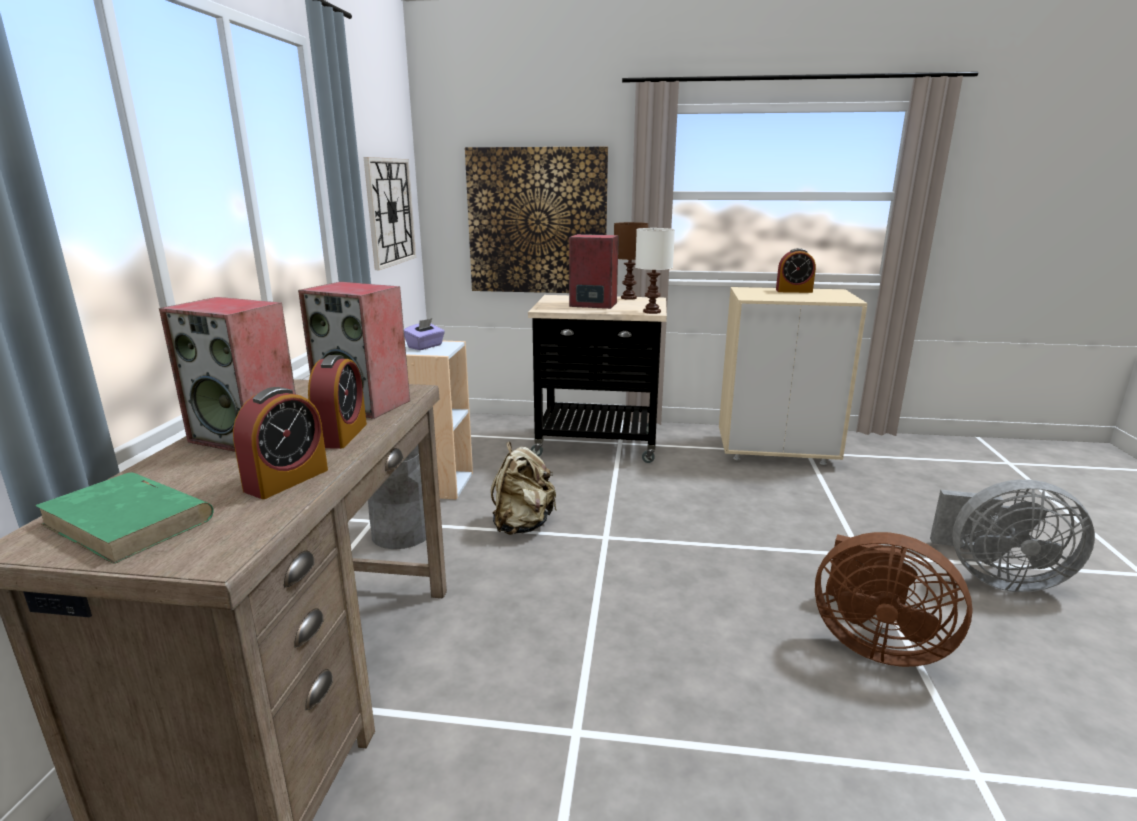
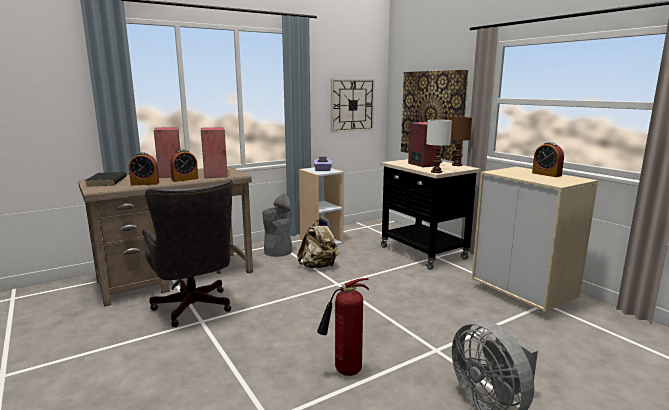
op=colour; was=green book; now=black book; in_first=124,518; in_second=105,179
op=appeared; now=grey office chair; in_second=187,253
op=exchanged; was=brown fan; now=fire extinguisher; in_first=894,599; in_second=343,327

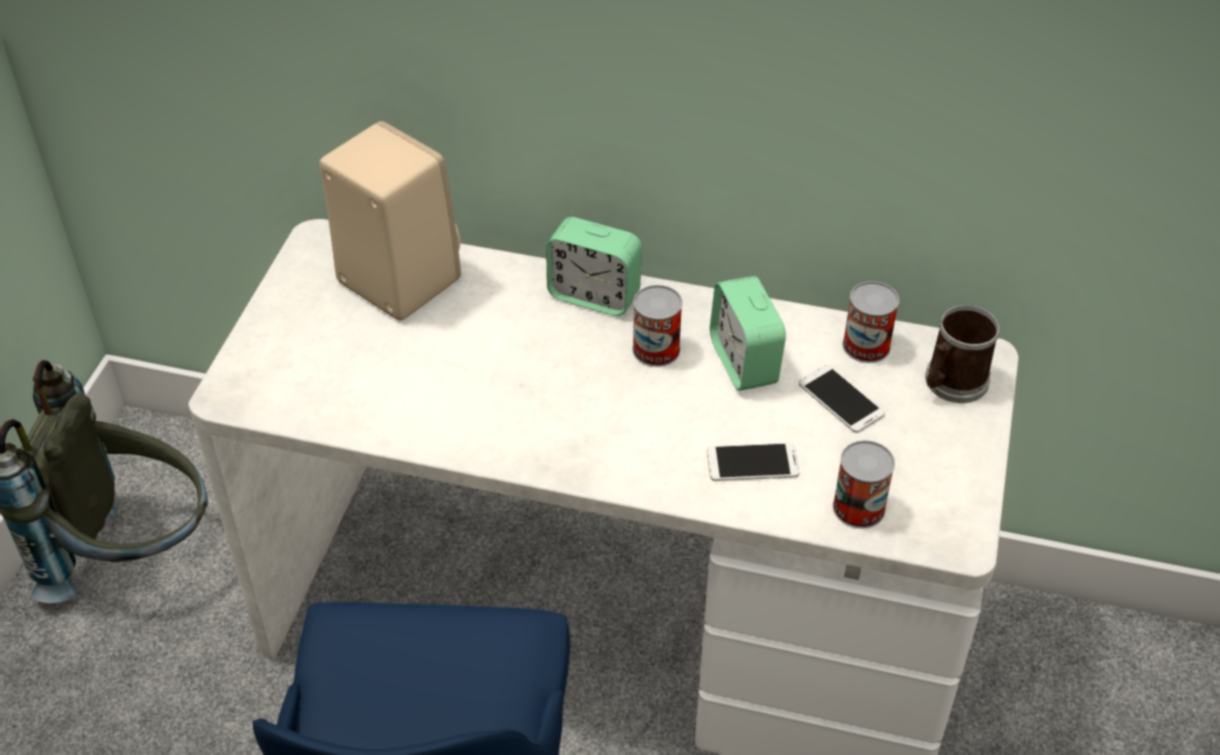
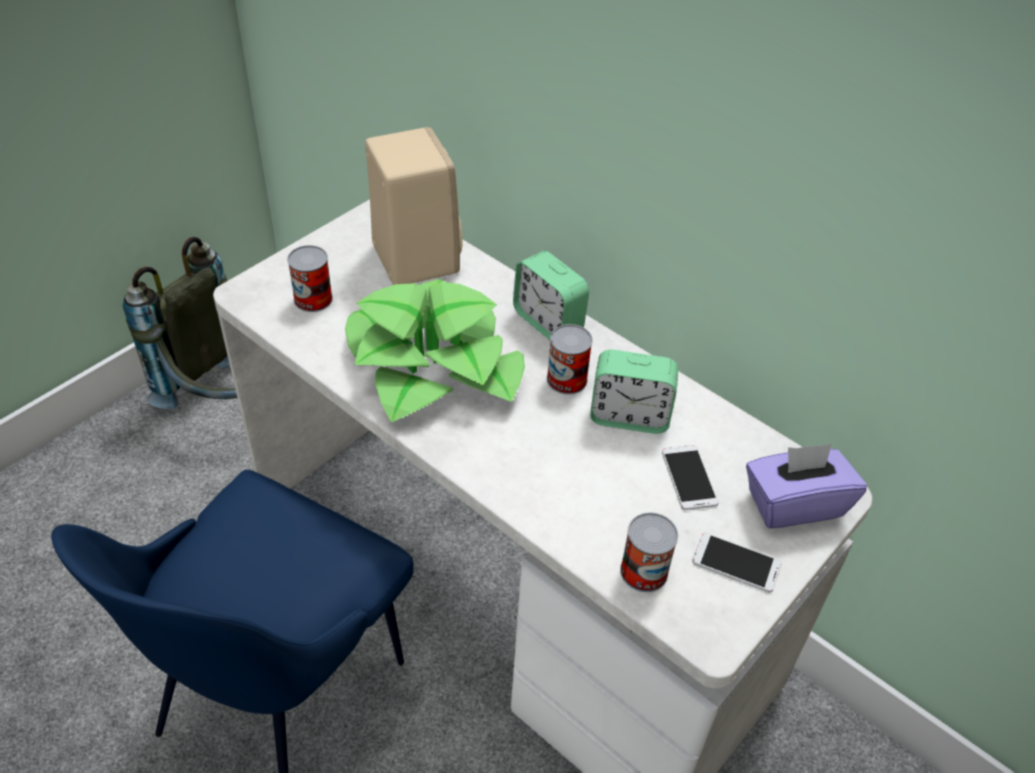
op=relocated; was=can; in_first=871,322; in_second=310,278
op=appeared; now=potted plant; in_second=435,351
op=spun; was=alarm clock; in_first=748,333; in_second=634,391; clockwise=-90
op=relocated; was=phone; in_first=753,462; in_second=736,562
op=exchanged; was=mug; now=purple tissue box; in_first=962,354; in_second=806,486

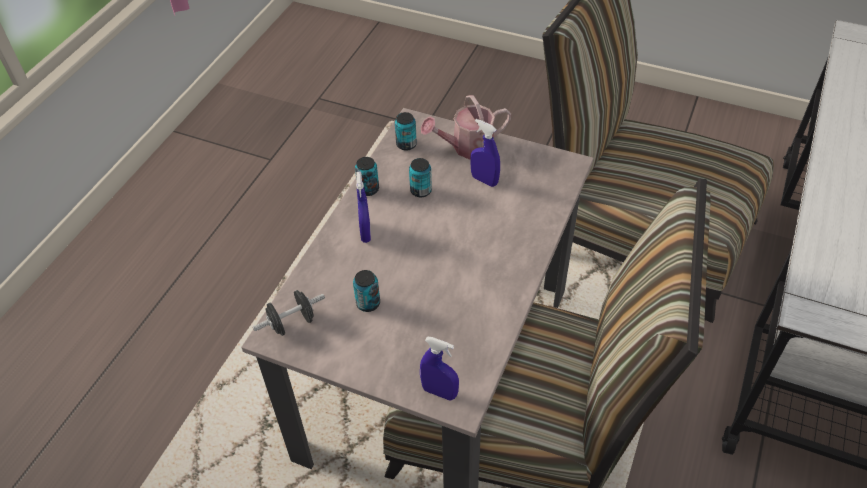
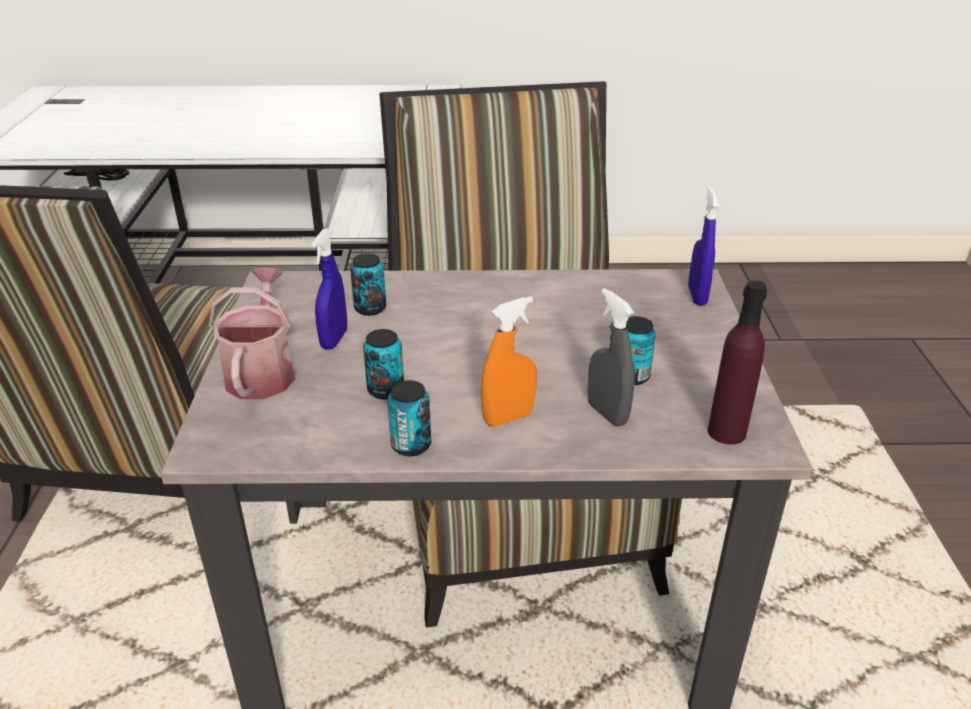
op=spun; was=watering can; in_first=466,127; in_second=252,333; clockwise=-135
op=relocated; was=can; in_first=406,131; in_second=368,285
op=colour; was=blue spray bottle; now=orange spray bottle; in_first=363,207; in_second=509,361
op=appeared; now=grey spray bottle; in_second=611,357
op=exchanged; was=black dumbbell; now=purple bottle; in_first=289,313; in_second=737,362

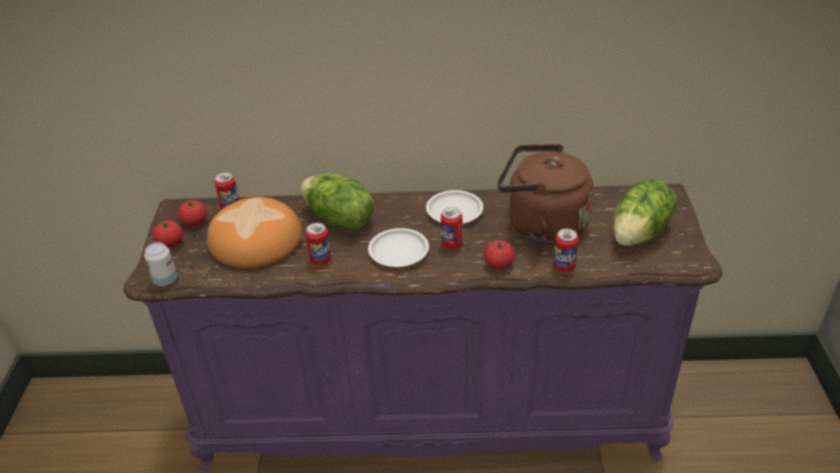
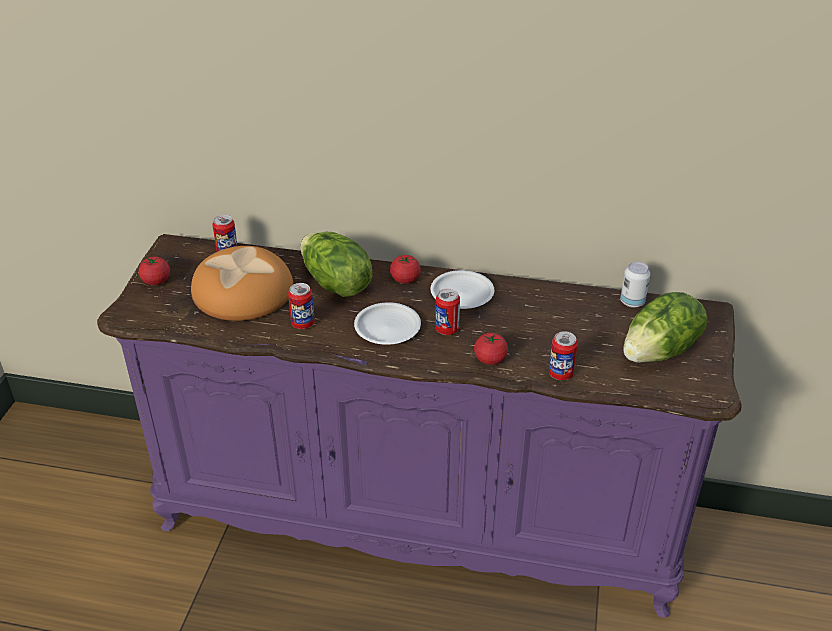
op=relocated; was=tomato; in_first=192,213; in_second=405,269
op=relocated; was=can; in_first=160,264; in_second=635,285
op=missing; was=brown kettle; in_first=545,194

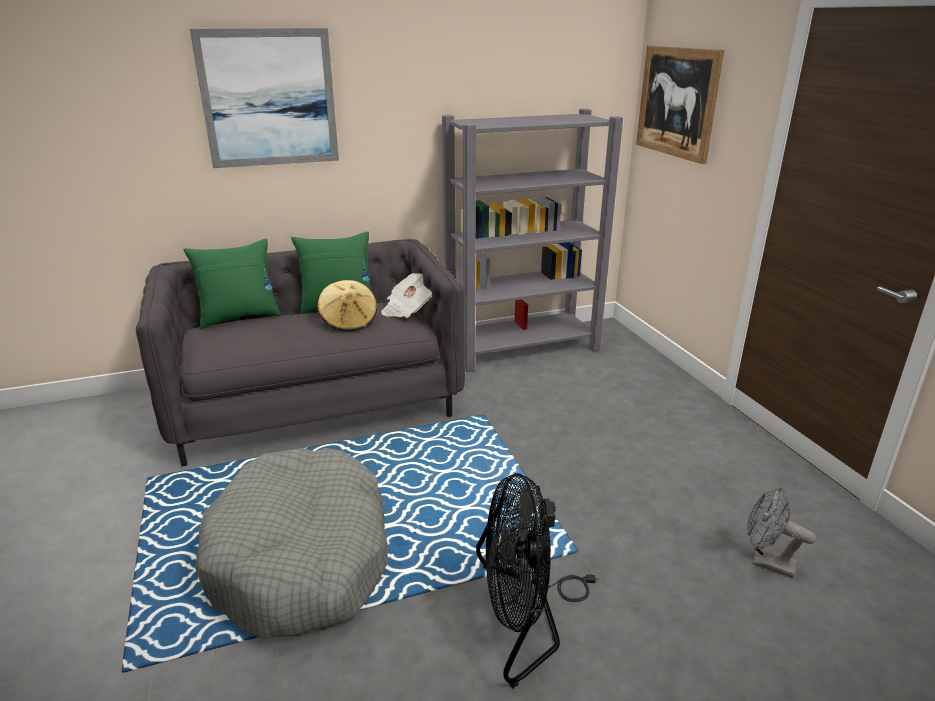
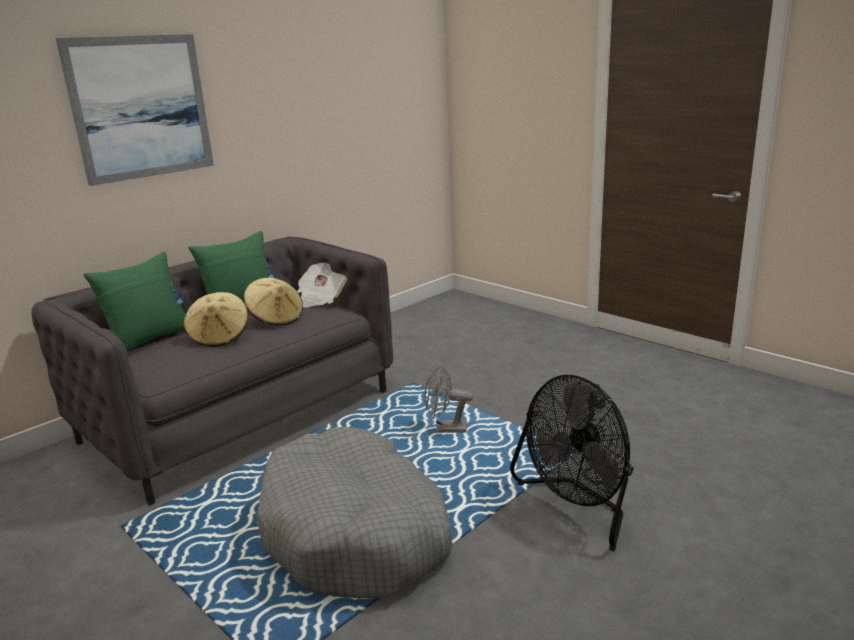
op=appeared; now=beige hat; in_second=215,319
op=relocated; was=grey fan; in_first=781,532; in_second=448,399
op=missing; was=grey bookcase; in_first=532,240
op=missing; was=picture; in_first=680,104

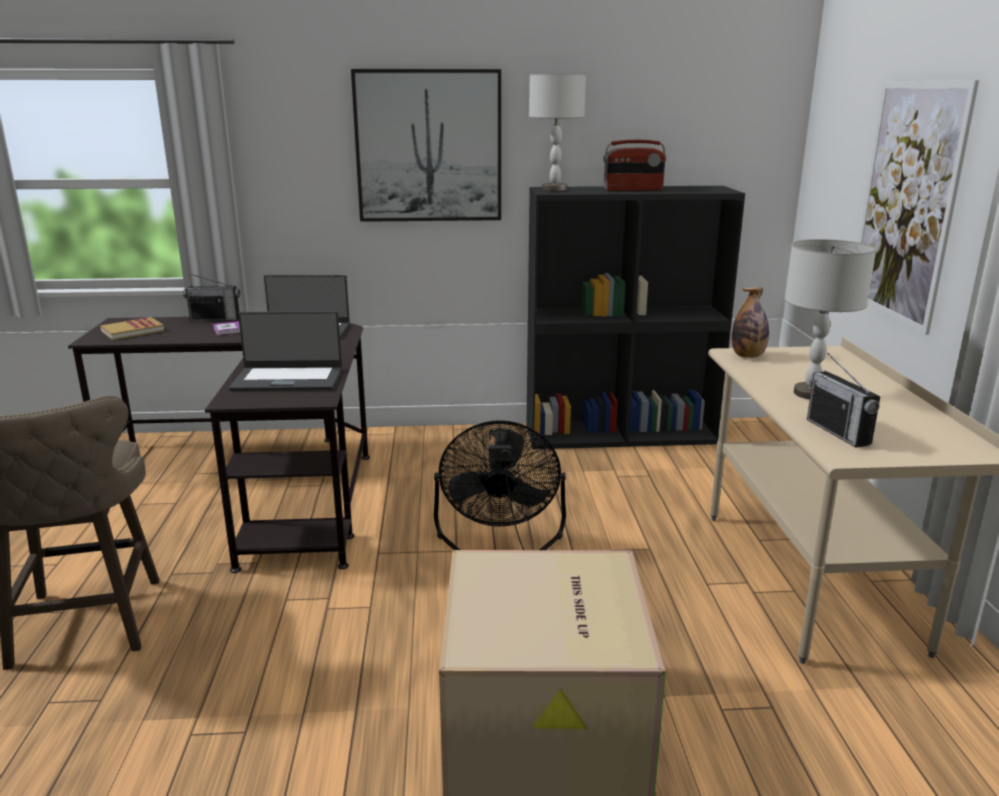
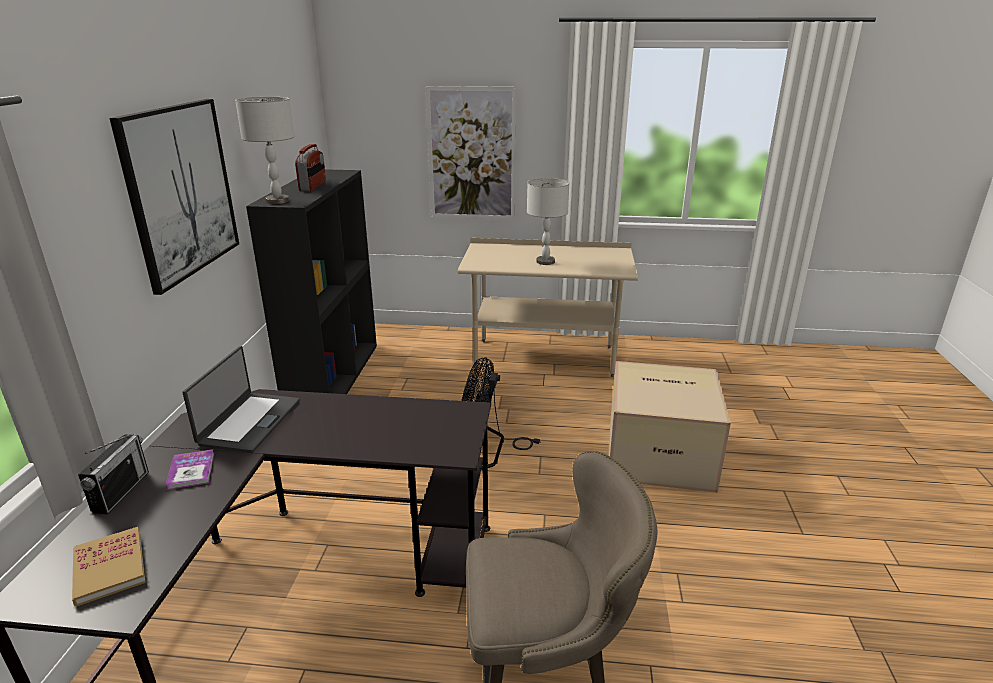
op=missing; was=laptop; in_first=285,351
op=missing; was=bottle; in_first=750,322
op=missing; was=radio; in_first=843,400

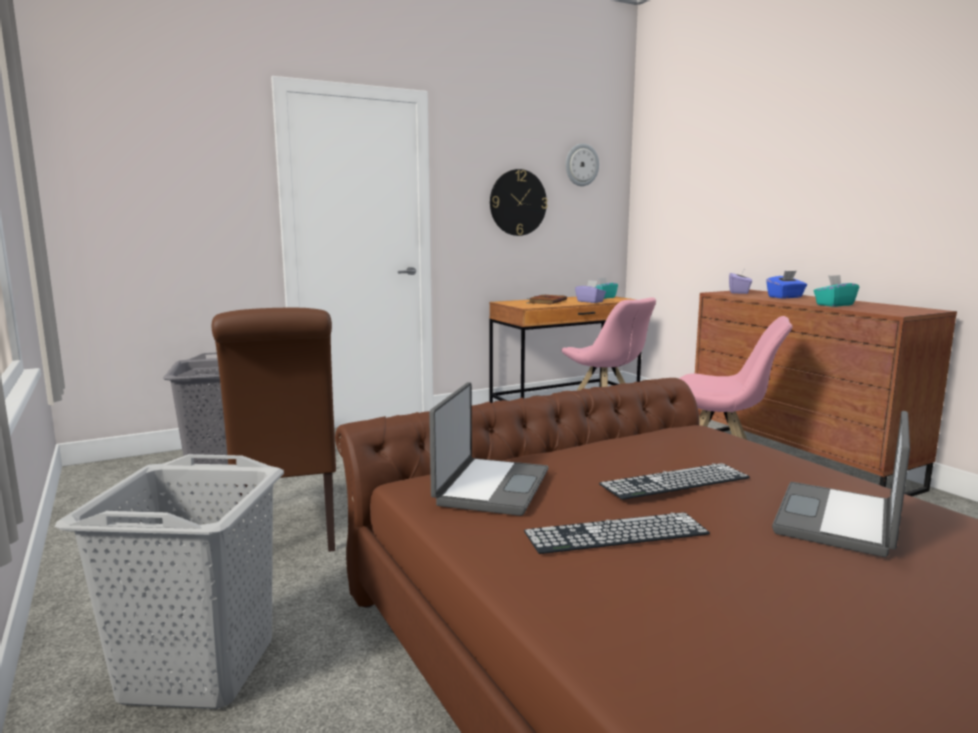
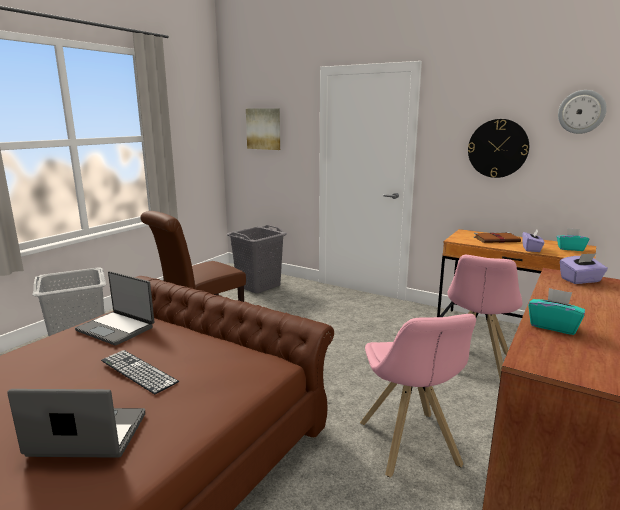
op=spun; was=laptop; in_first=489,449; in_second=114,308; clockwise=45
op=appeared; now=picture; in_second=263,129
op=missing; was=keyboard; in_first=617,533
op=missing; was=blue tissue box; in_first=786,285

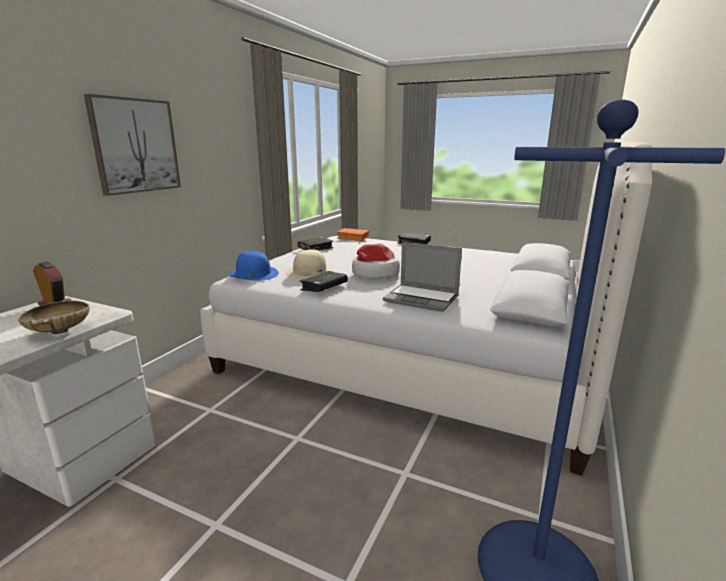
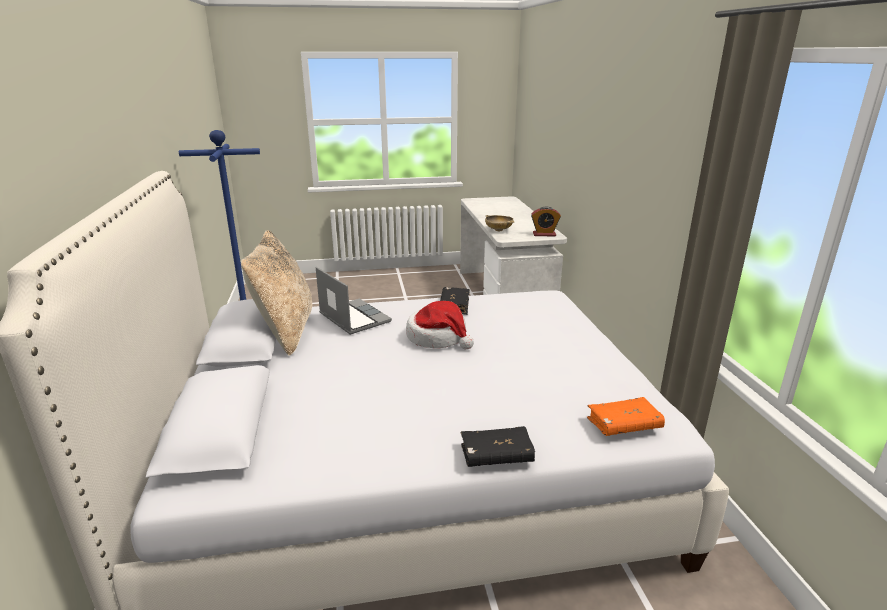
op=appeared; now=beige pillow; in_second=276,292
op=spun; was=laptop; in_first=422,277; in_second=354,301; clockwise=60
op=missing; was=picture; in_first=132,145
op=missing; was=blue hat; in_first=254,266
op=missing; was=beige hat; in_first=310,264
op=missing; was=black book; in_first=315,244

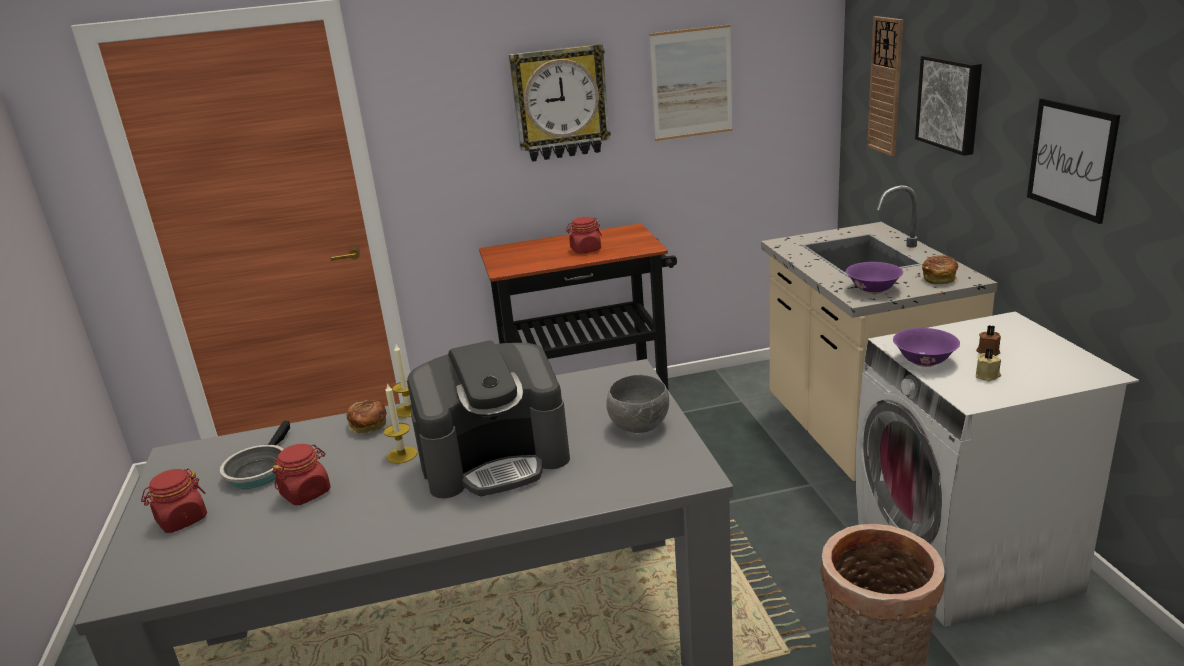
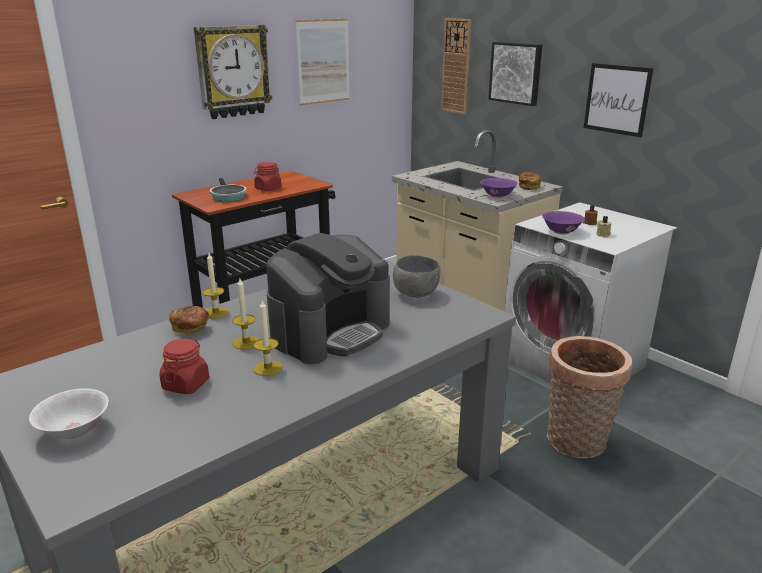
op=exchanged; was=red jar; now=white bowl; in_first=174,500; in_second=69,414
op=relocated; was=frying pan; in_first=255,455; in_second=228,190
op=appeared; now=candle; in_second=268,338

